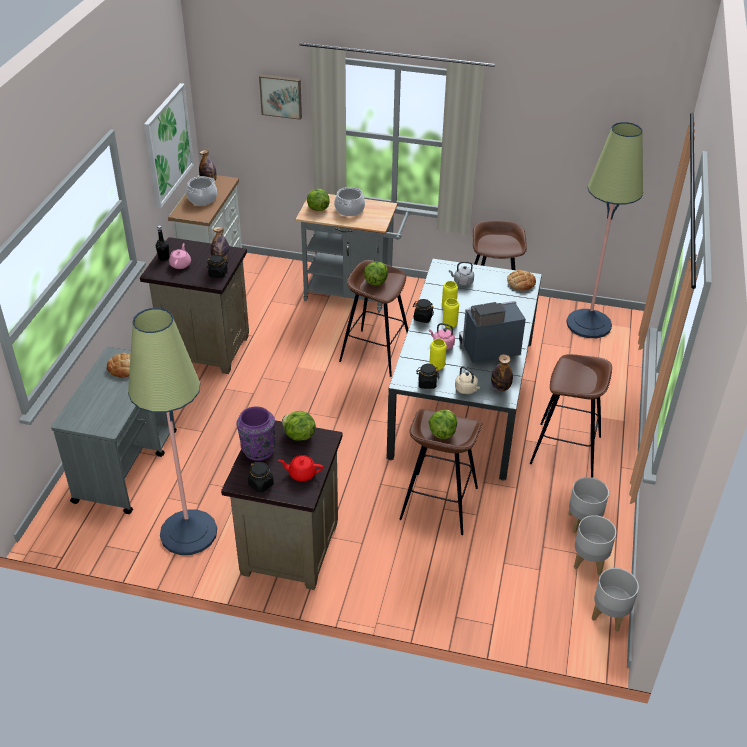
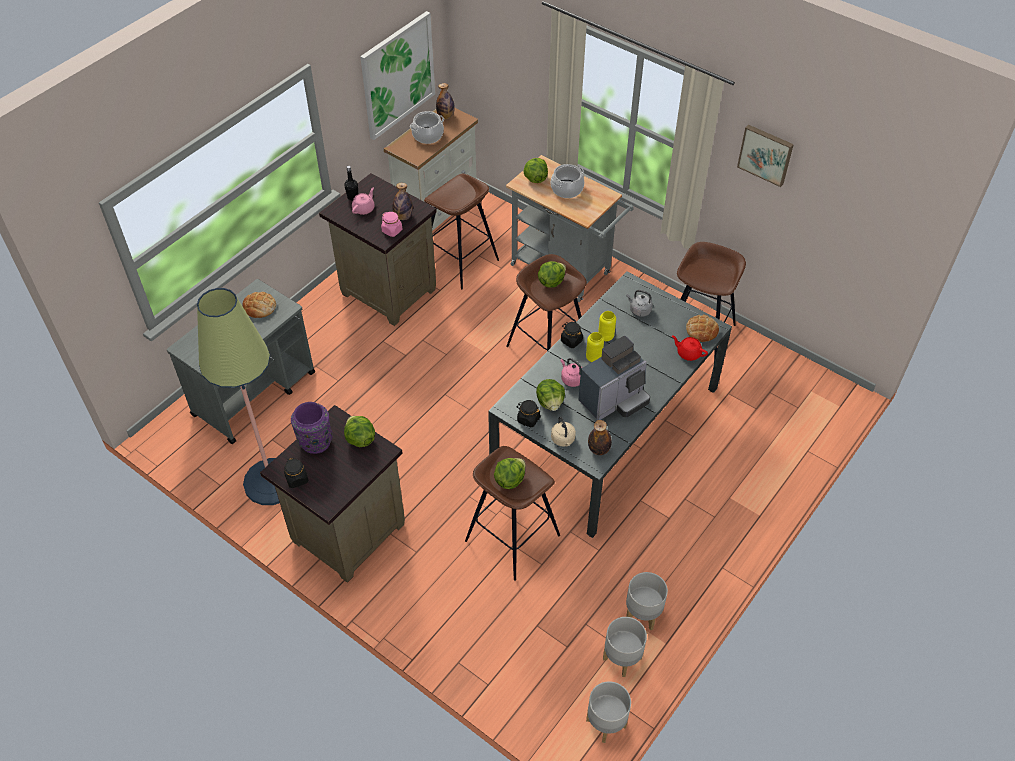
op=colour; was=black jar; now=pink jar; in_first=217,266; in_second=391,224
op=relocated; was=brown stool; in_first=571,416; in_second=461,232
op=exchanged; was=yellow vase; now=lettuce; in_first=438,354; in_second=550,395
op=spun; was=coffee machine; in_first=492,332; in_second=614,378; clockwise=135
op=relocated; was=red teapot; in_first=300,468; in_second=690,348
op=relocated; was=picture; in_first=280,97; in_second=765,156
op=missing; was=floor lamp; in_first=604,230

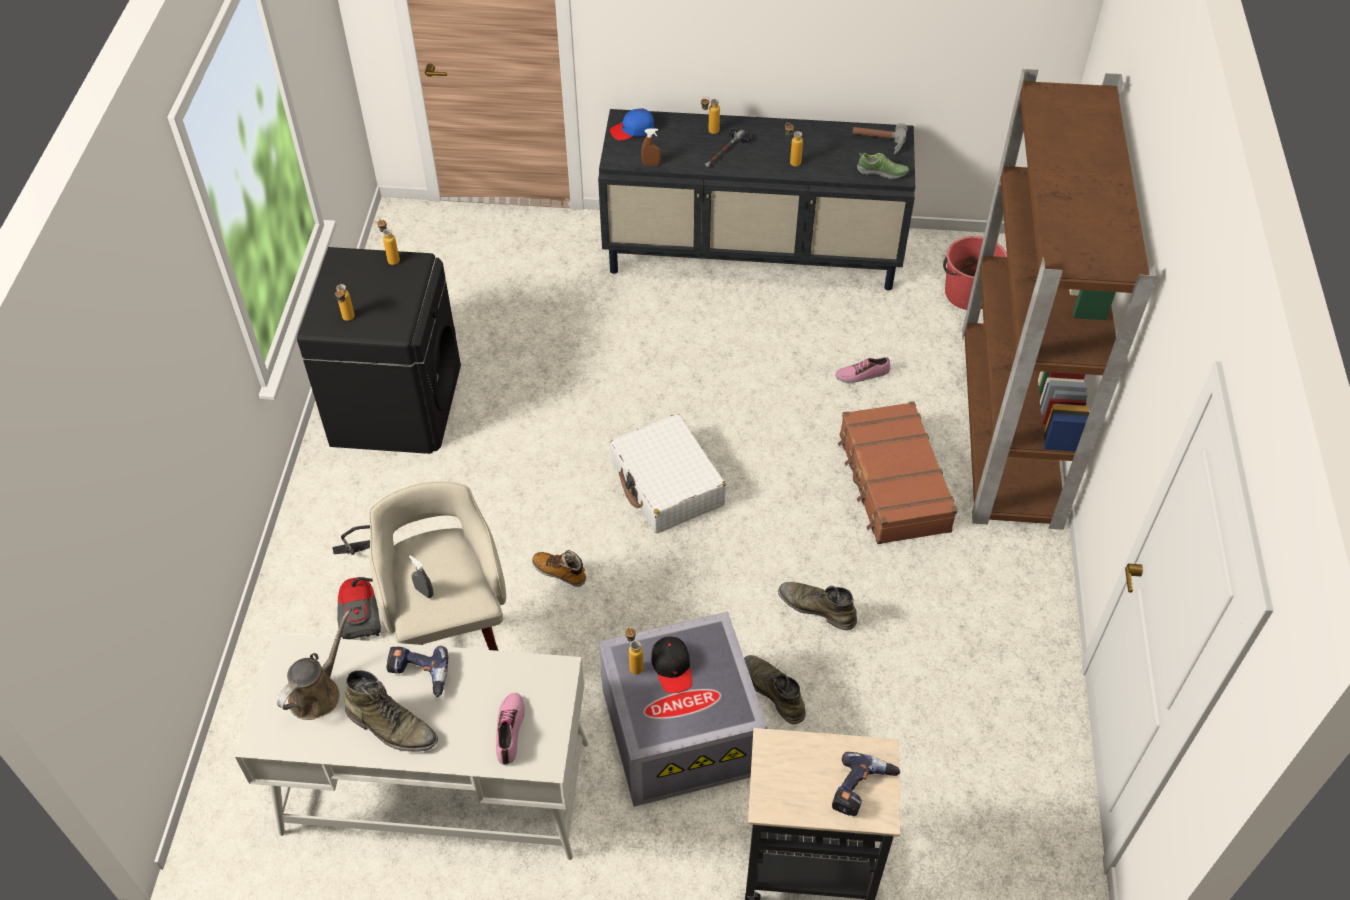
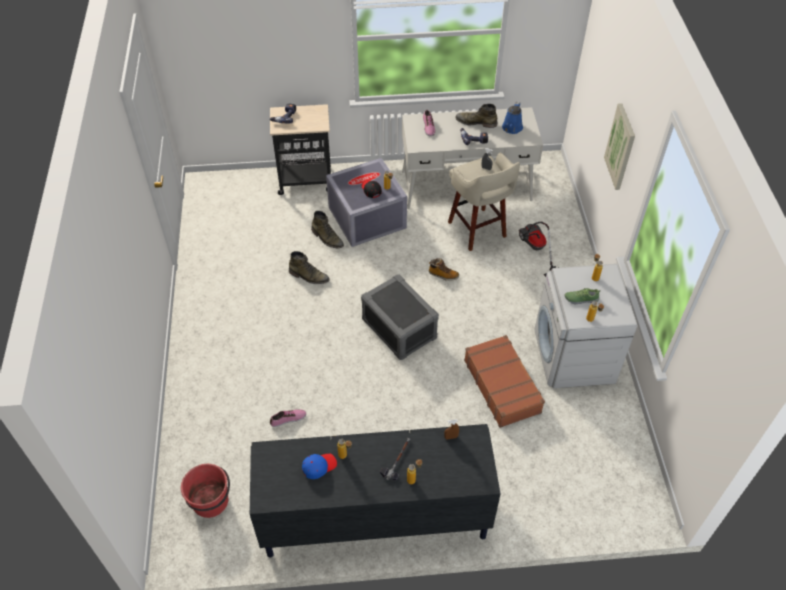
op=relocated; was=blue cap; in_first=632,124; in_second=319,466
op=exchanged; was=white suitcase; now=grey storage box; in_first=668,473; in_second=400,317
op=relocated; was=brown suitcase; in_first=898,472; in_second=504,381
op=colour; was=brown watering can; now=blue watering can; in_first=313,665; in_second=512,118
op=colour; was=black washing machine; now=white washing machine; in_first=379,350; in_second=585,326
op=relocated; was=shoe; in_first=883,166; in_second=582,296
op=appeared; now=picture; in_second=619,146
op=missing; was=hammer; in_first=880,138
op=missing; was=brown bookcase; in_first=1059,299

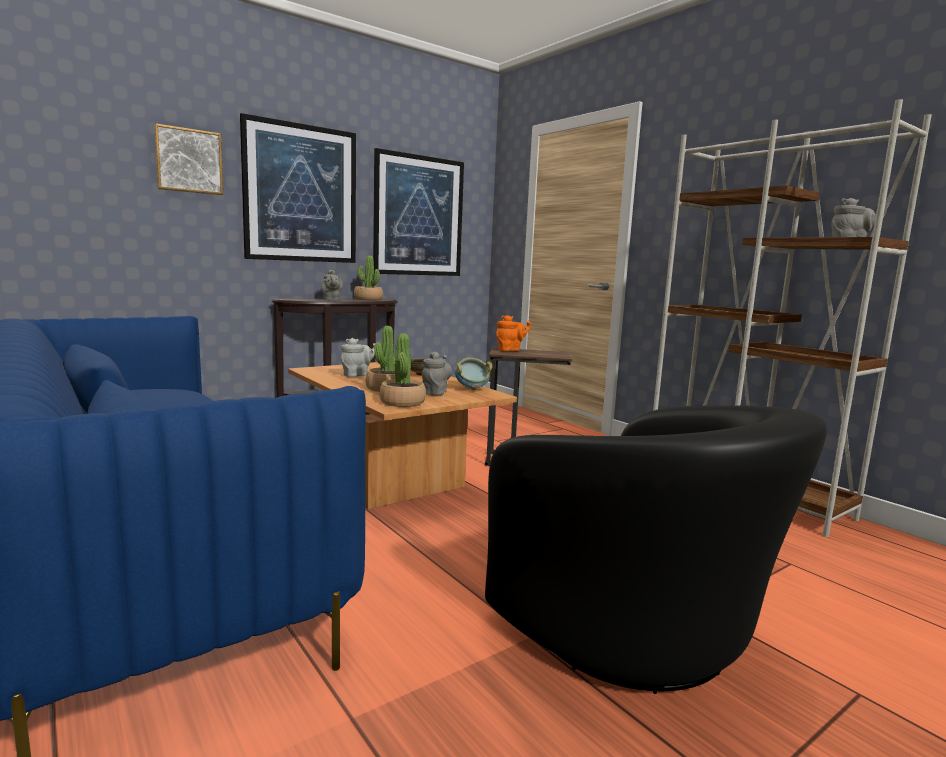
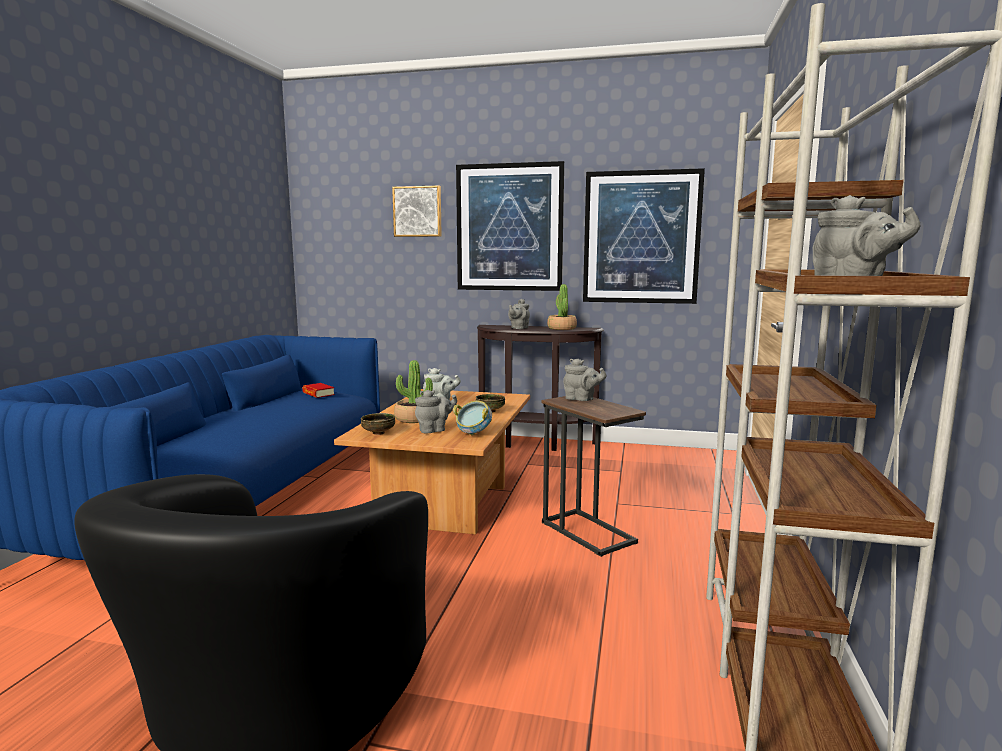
op=appeared; now=book; in_second=318,390
op=exchanged; was=potted plant; now=bowl; in_first=402,370; in_second=378,424
op=colour; was=orange teapot; now=grey teapot; in_first=513,333; in_second=585,379

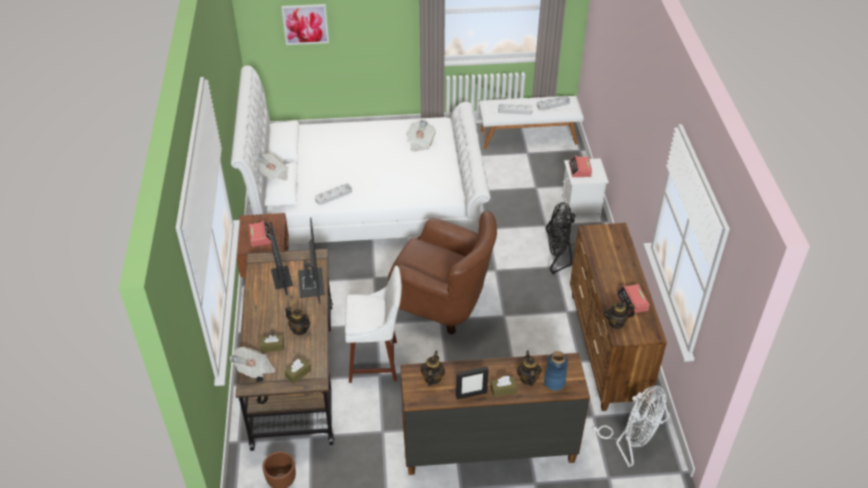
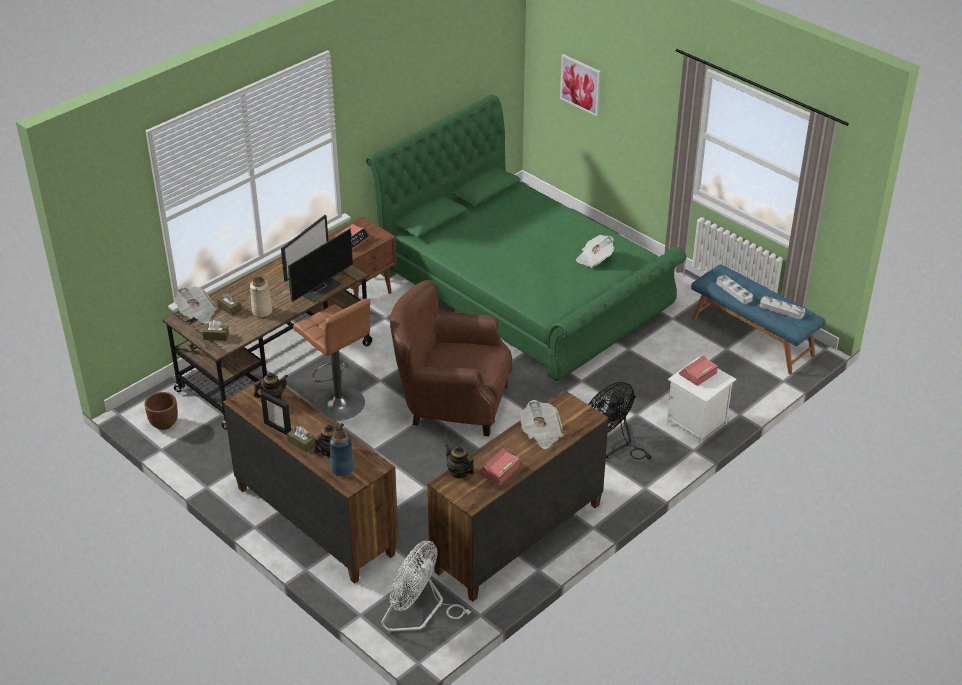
op=exchanged; was=teapot; now=beige vase; in_first=298,321; in_second=261,296
op=exchanged; was=white chair; now=brown stool; in_first=373,324; in_second=331,359
op=colour; was=white bed; now=green bed; in_first=361,155; in_second=526,237
op=spun; was=white fan; in_first=630,426; in_second=426,587; clockwise=120
op=spun; was=brown armchair; in_first=441,273; in_second=451,358; clockwise=120
op=relocated; was=newspaper; in_first=273,167; in_second=541,424
op=colour; was=white bench; now=blue bench; in_first=531,122; in_second=758,319
op=missing; was=grey tray; in_first=333,194

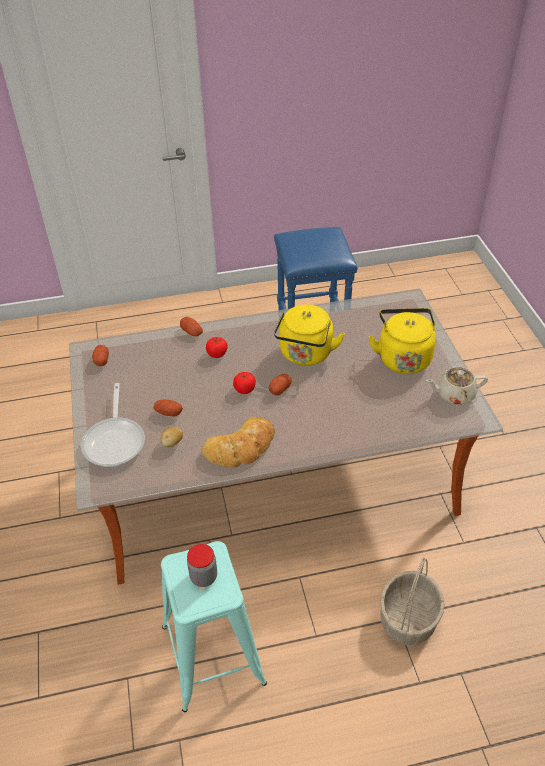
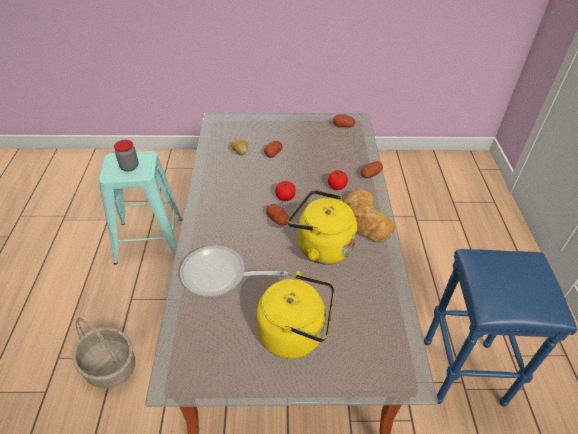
op=relocated; was=frying pan; in_first=113,425; in_second=234,271
op=relocated; was=bread; in_first=238,442; in_second=369,215
op=missing; was=beige teapot; in_first=457,385

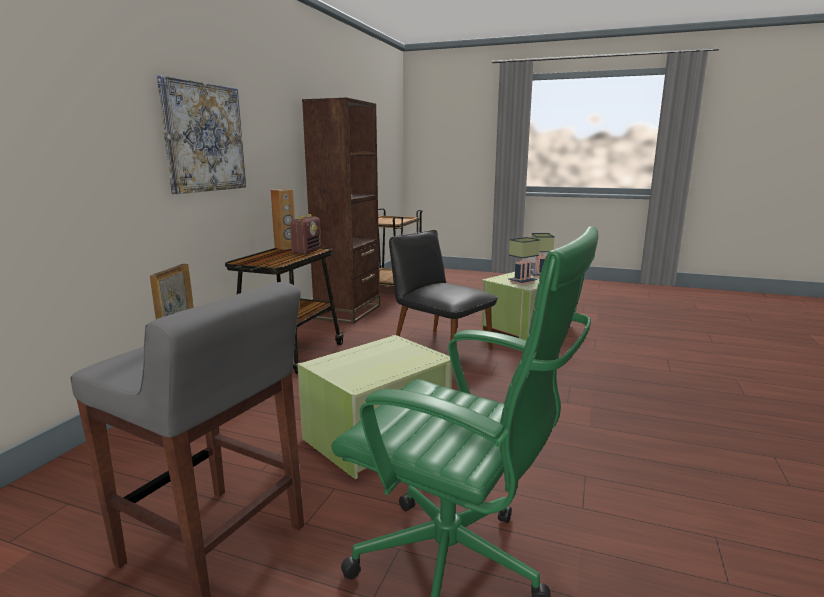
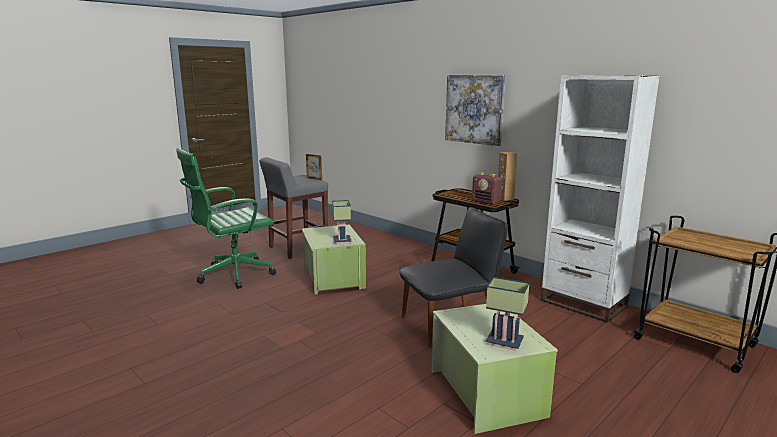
op=relocated; was=table lamp; in_first=524,261; in_second=342,222
op=colour; was=brown bookcase; now=white bookcase; in_first=341,211; in_second=600,199

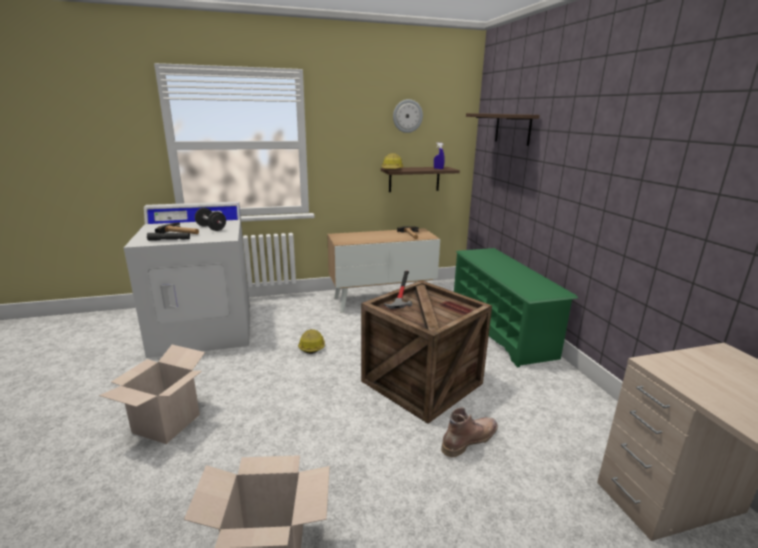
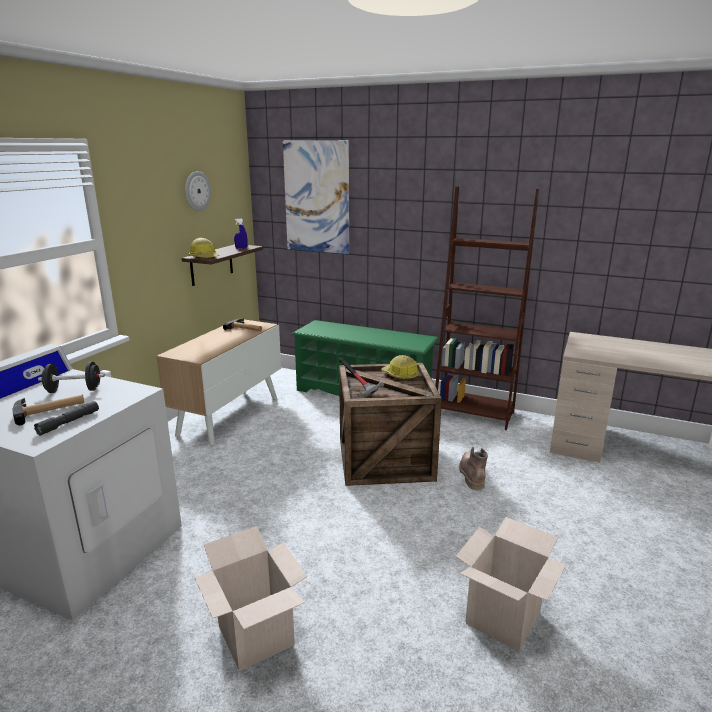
op=exchanged; was=shelf; now=picture; in_first=503,129; in_second=316,197
op=relocated; was=hard hat; in_first=311,341; in_second=400,368
op=appeared; now=brown bookcase; in_second=487,308

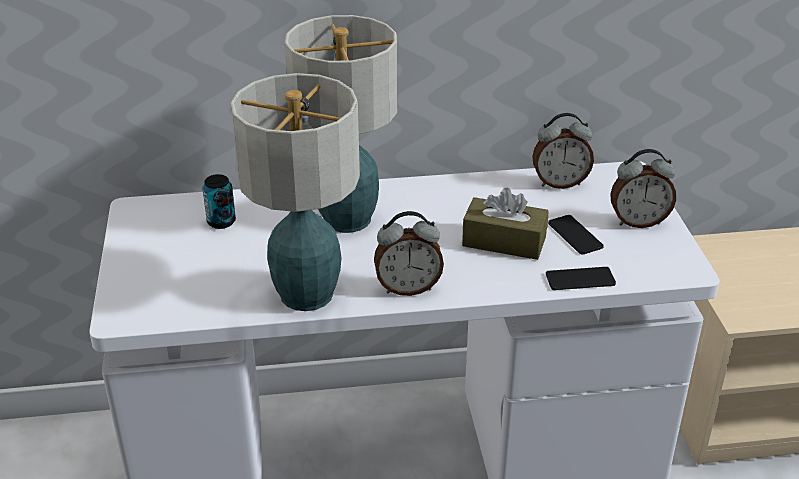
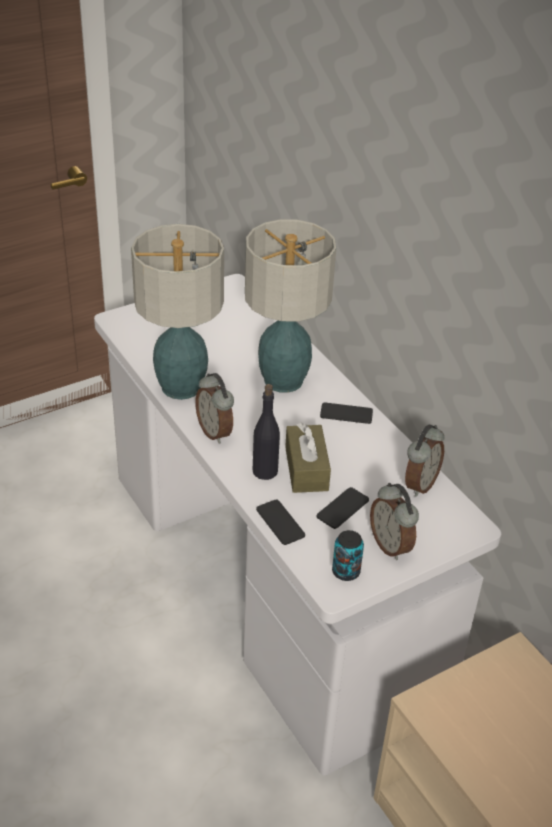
op=appeared; now=black bottle; in_second=266,432
op=appeared; now=phone; in_second=346,413
op=relocated; was=can; in_first=219,201; in_second=348,555
op=spun; was=alarm clock; in_first=563,151; in_second=424,460; clockwise=-120

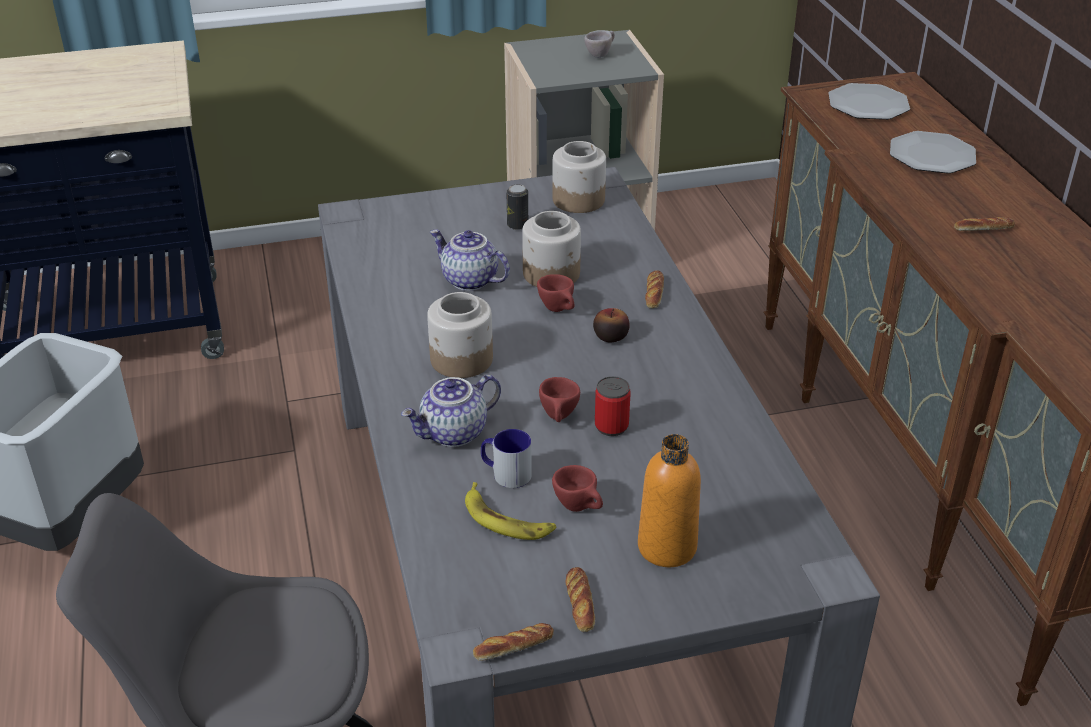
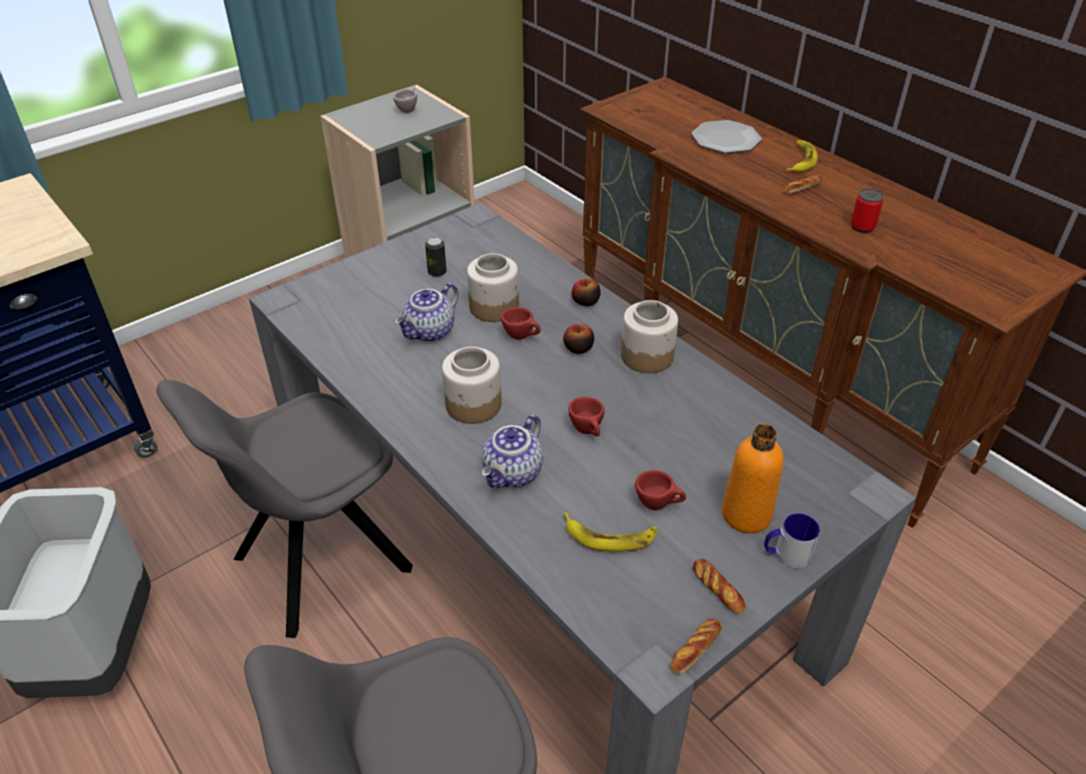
op=appeared; now=grey chair; in_second=284,509
op=spun; was=teapot; in_first=470,260; in_second=426,312; clockwise=-60
op=exchanged; was=bread; now=apple; in_first=654,289; in_second=586,292
op=relocated; was=jar; in_first=579,177; in_second=649,336
op=relocated; was=mug; in_first=506,458; in_second=792,541
op=appeared; now=banana; in_second=802,156
op=relocated; was=can; in_first=613,406; in_second=867,211
op=missing; was=plate; in_first=869,101

